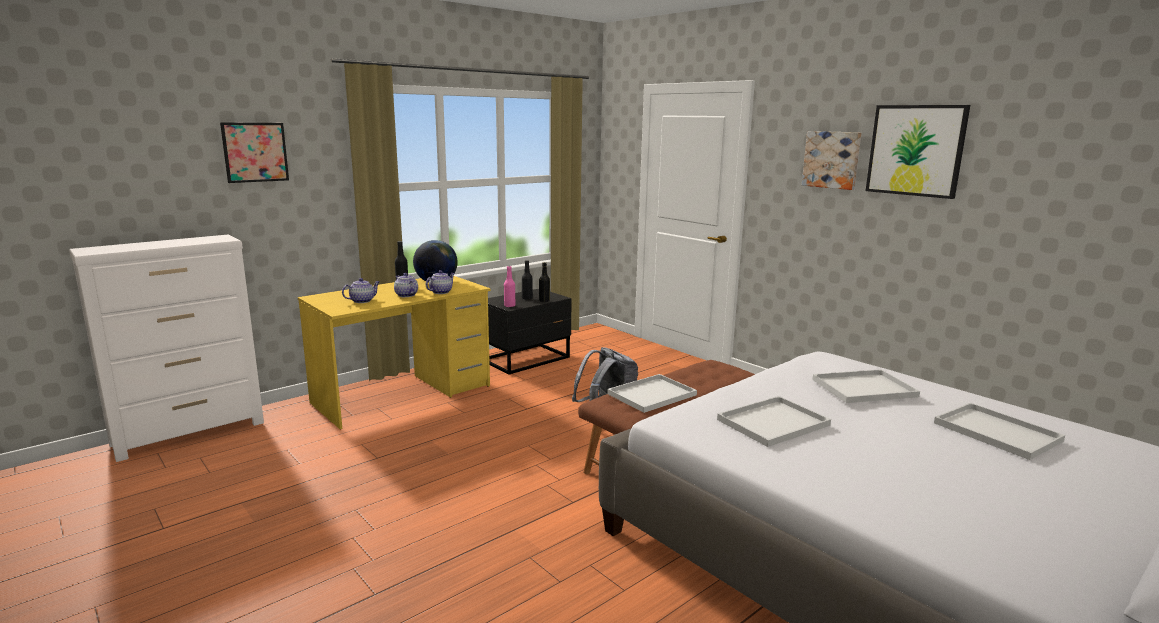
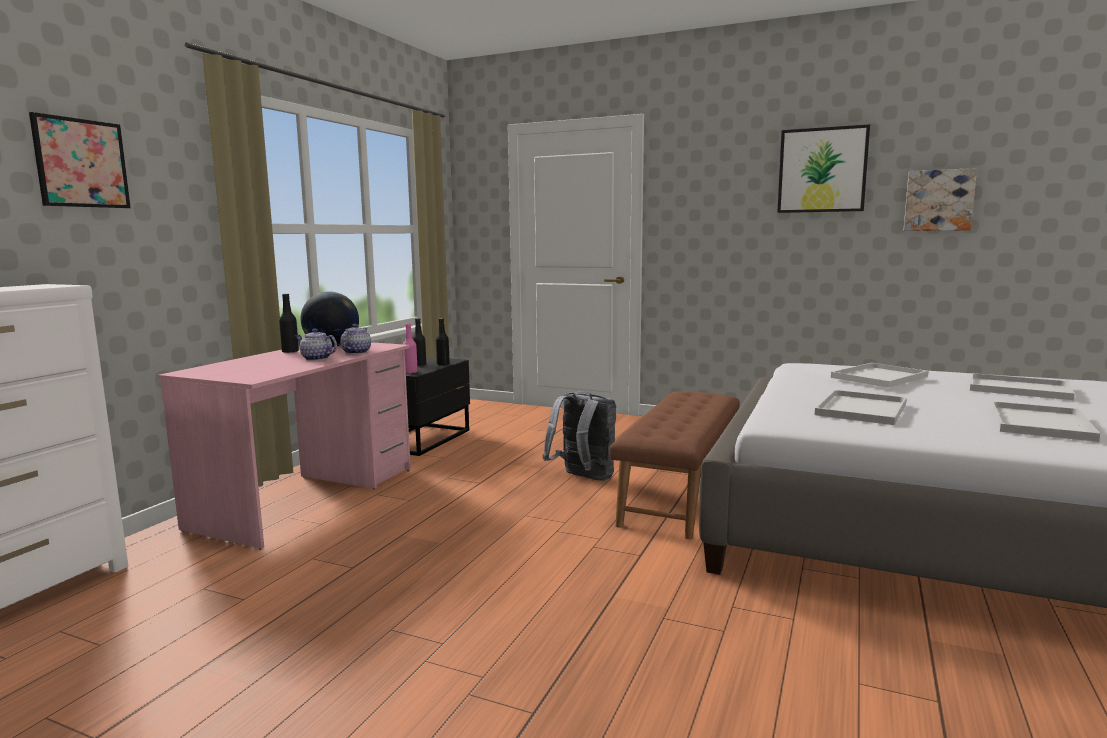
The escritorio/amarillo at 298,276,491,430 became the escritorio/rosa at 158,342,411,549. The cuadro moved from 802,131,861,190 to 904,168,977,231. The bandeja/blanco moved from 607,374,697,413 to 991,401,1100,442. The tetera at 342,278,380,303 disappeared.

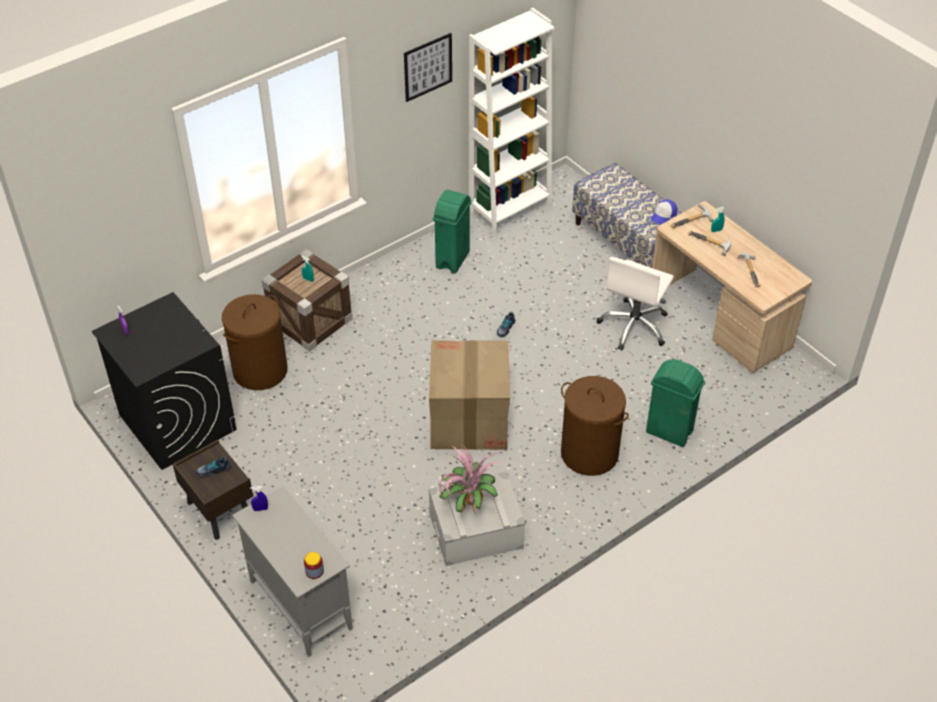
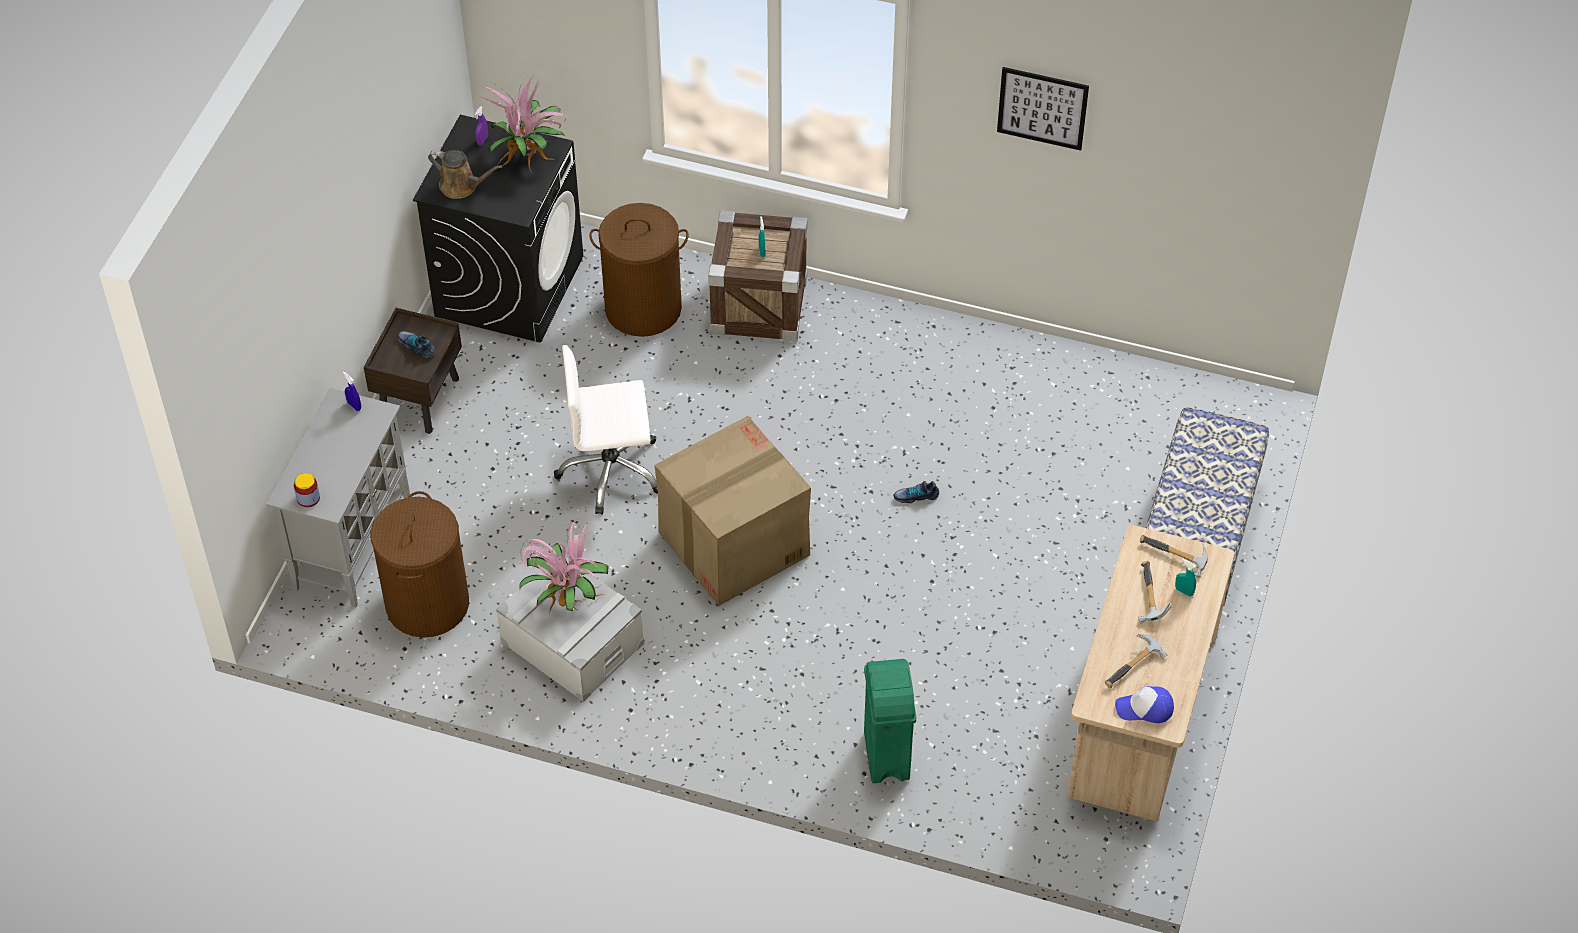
The cesto de la ropa/marrón moved from 561,376,629,476 to 371,491,469,638. The regadera/marrón at 428,150,503,199 appeared. The planta en maceta at 482,76,566,174 appeared. The silla de oficina/blanco moved from 597,257,674,350 to 554,345,658,515. The gorra moved from 651,199,678,225 to 1115,686,1174,723. The papelera/verde at 433,190,472,273 disappeared. The estantería/blanco at 469,8,554,237 disappeared.

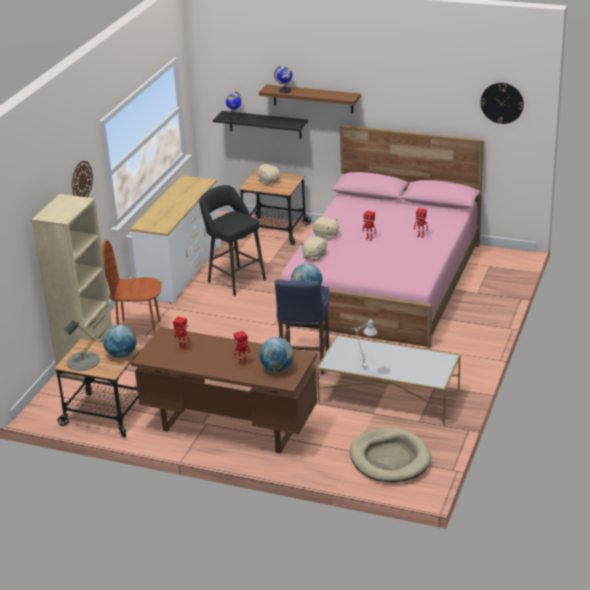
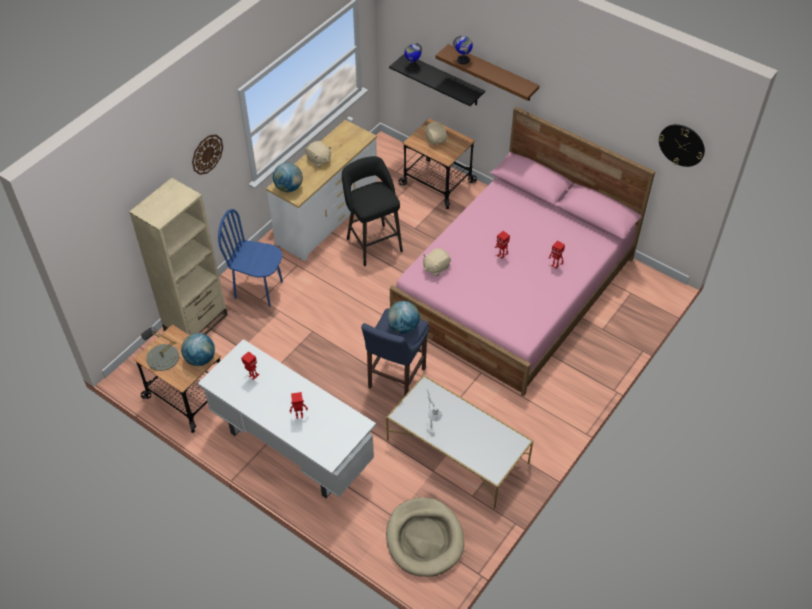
The escritorio/marrón at 131,327,317,454 became the escritorio/blanco at 198,339,376,498. The silla/marrón at 102,240,162,334 became the silla/azul at 218,209,283,307. The globo terráqueo moved from 259,337,294,372 to 273,162,303,192. The peluche/beis moved from 313,217,340,240 to 305,141,331,167.

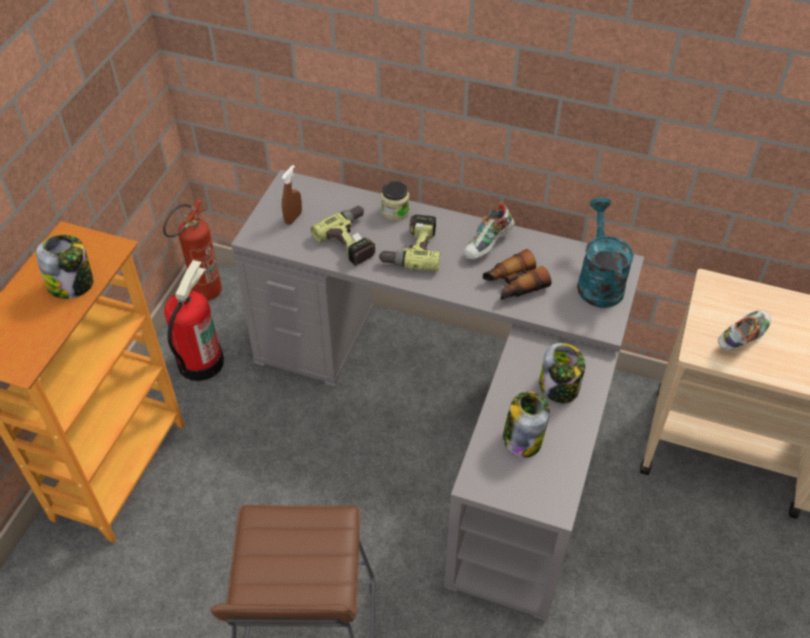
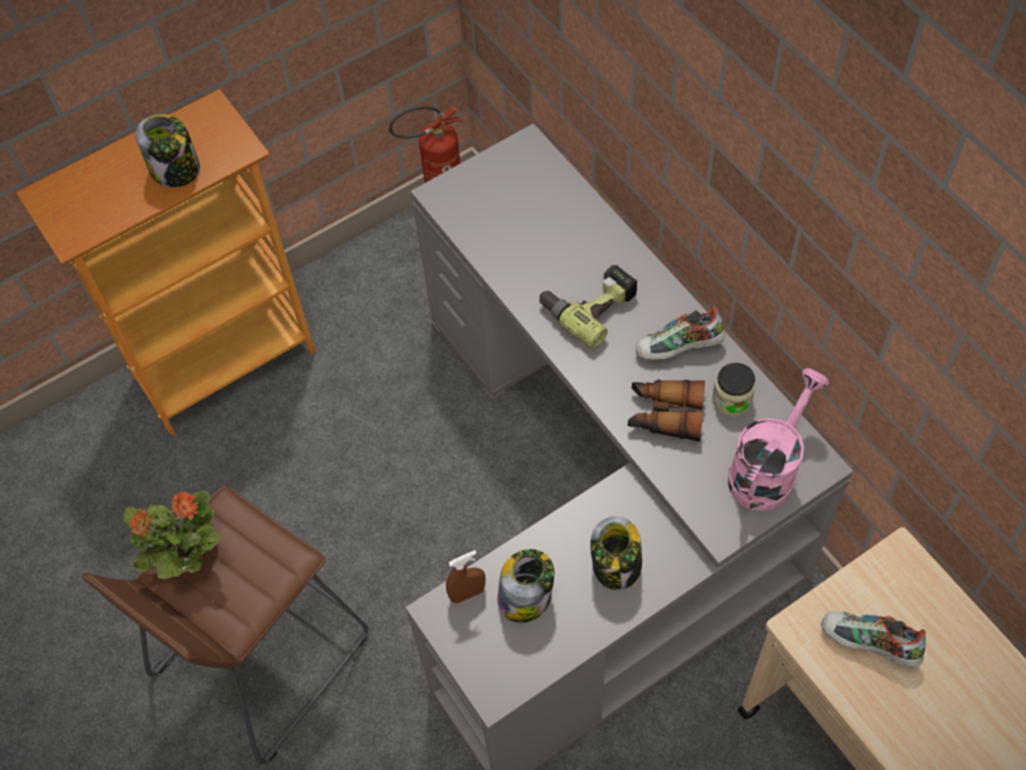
The planta en maceta at 124,491,221,579 appeared. The pulverizador/marrón moved from 282,165,302,225 to 446,550,486,603. The tarro moved from 381,181,409,221 to 712,363,756,416. The regadera/turquesa at 577,197,634,308 became the regadera/rosa at 728,368,829,511. The zapato at 718,310,771,351 turned 150 degrees counterclockwise. The extintor at 164,260,224,381 disappeared. The taladro at 311,206,375,266 disappeared.

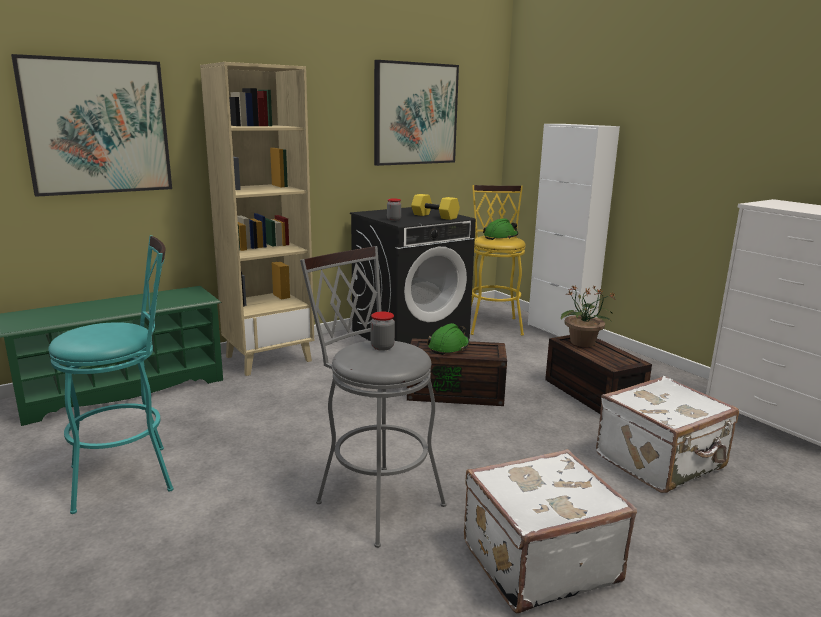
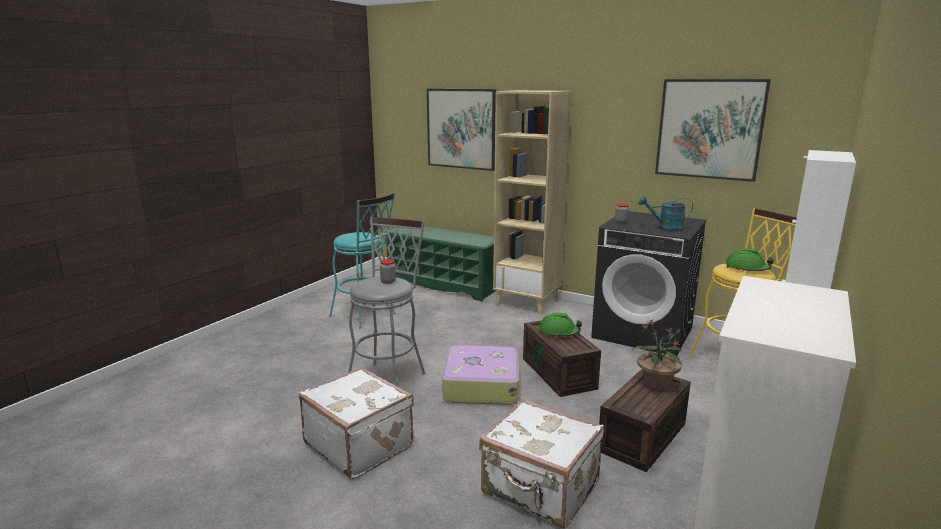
The maleta at 442,345,519,405 appeared. The mancuerna/amarillo at 411,194,460,220 was replaced by the regadera/turquesa at 638,196,693,232.

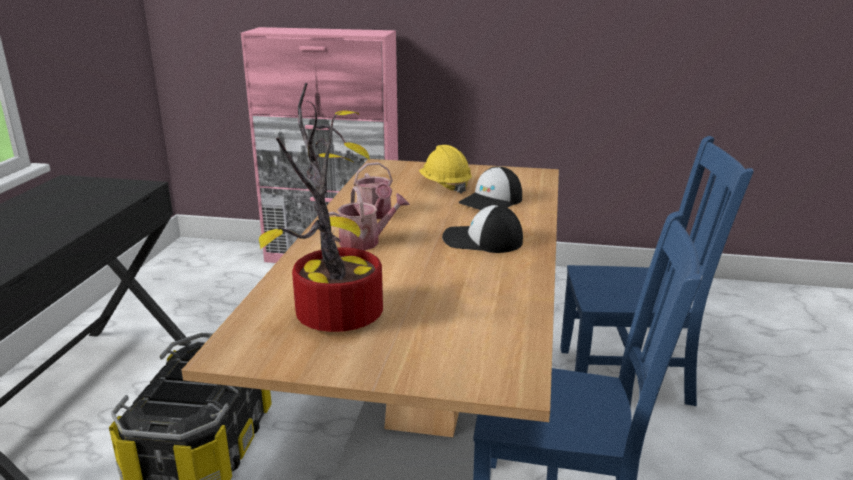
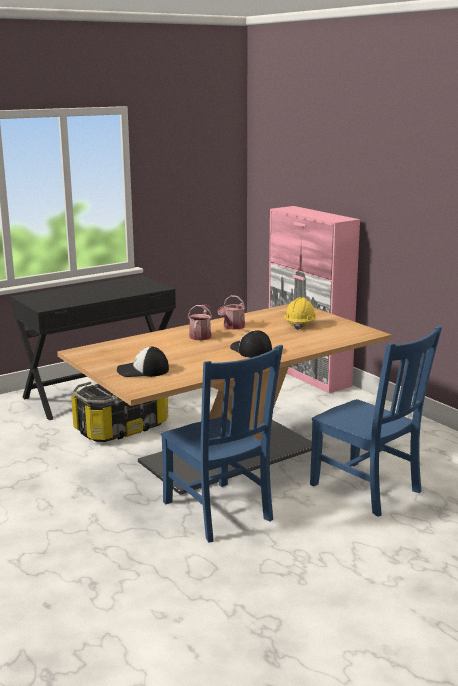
The gorra moved from 458,166,522,210 to 117,347,169,377. The regadera at 328,186,410,251 turned 105 degrees counterclockwise. The planta en maceta at 259,83,383,332 disappeared.

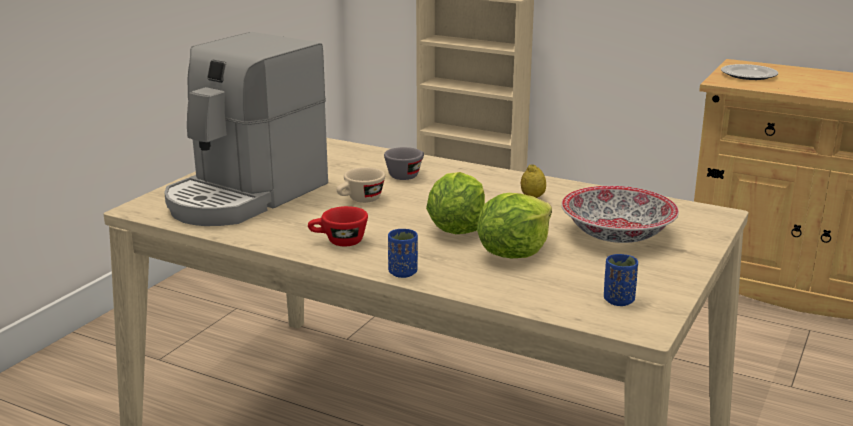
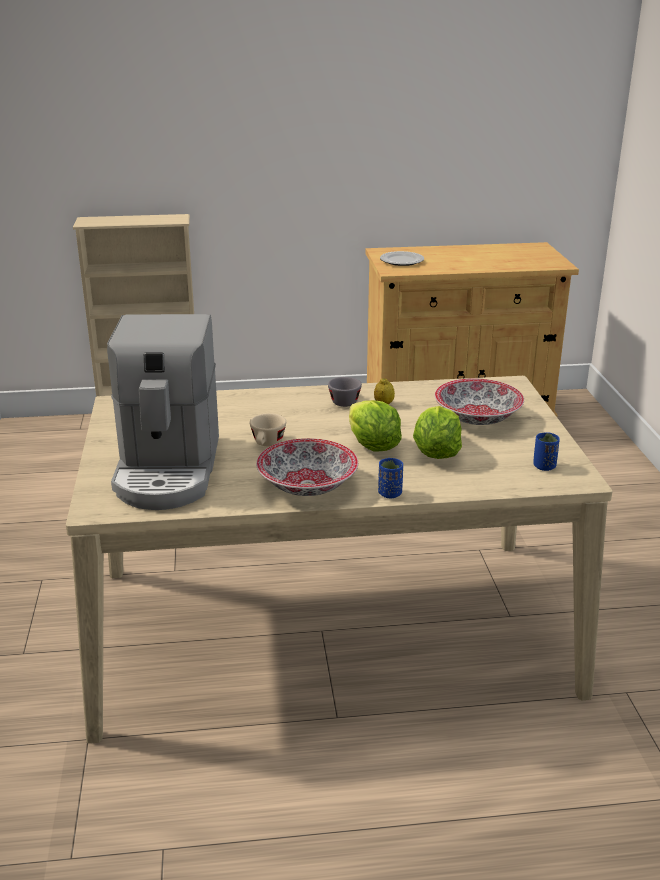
The taza/rojo at 308,206,368,246 was replaced by the cuenco at 256,438,358,496. The taza/gris moved from 384,147,424,180 to 328,377,362,407.

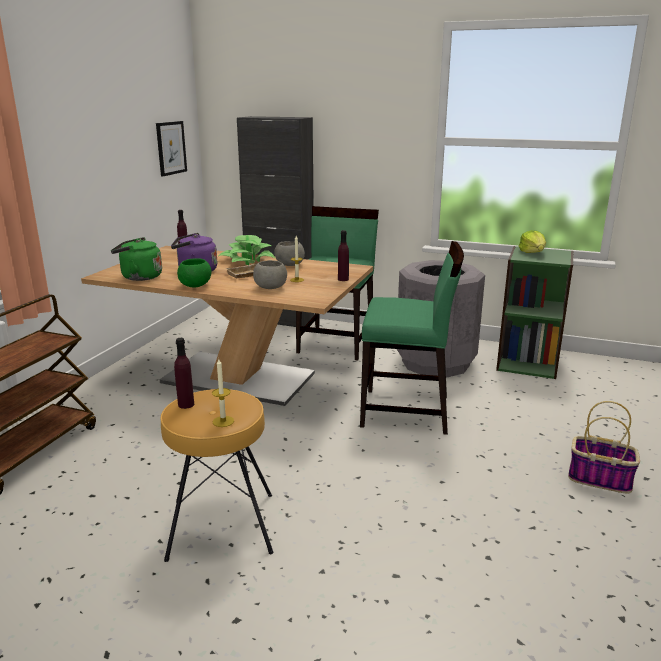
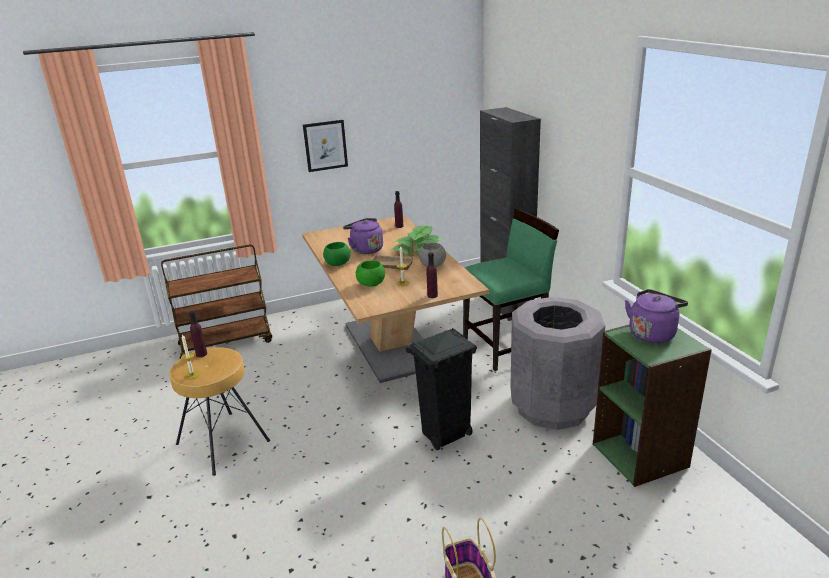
The cuadro moved from 156,121,187,176 to 303,120,348,172. The cuenco/gris at 253,260,287,289 became the cuenco/verde at 356,260,385,287. The silla/verde at 360,241,464,435 was replaced by the papelera/negro at 406,328,477,450. The lechuga at 519,230,546,253 was replaced by the hervidor/morado at 625,289,688,343. The hervidor/verde at 111,237,162,281 disappeared.

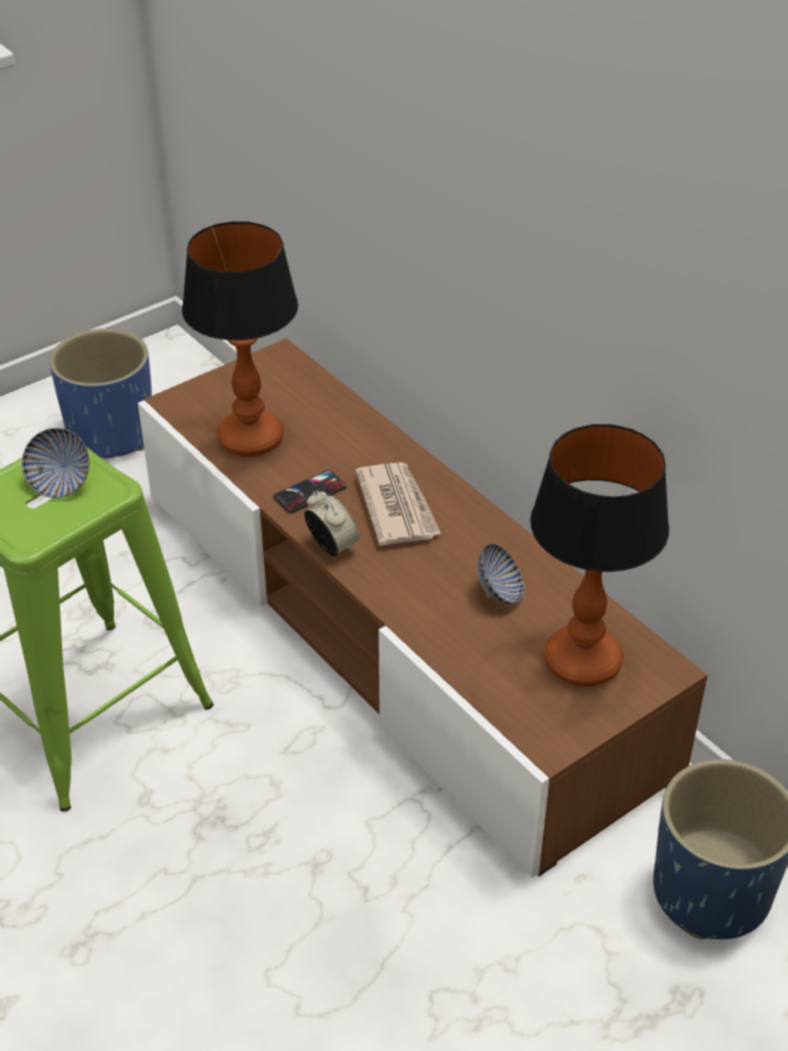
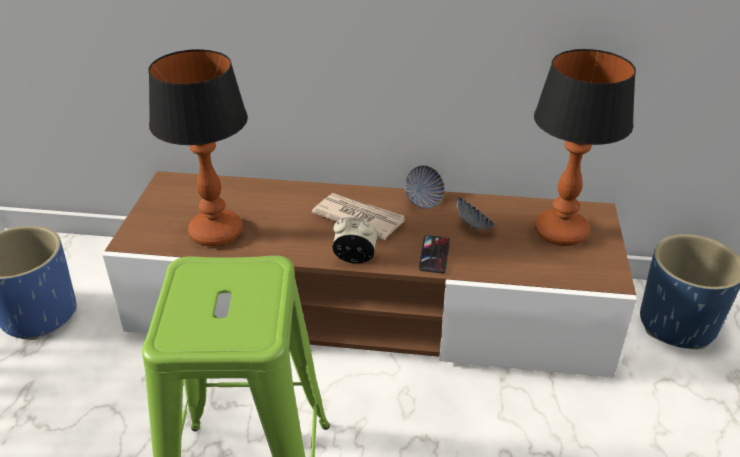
The cuenco moved from 22,428,89,498 to 405,165,444,209. The móvil moved from 273,470,346,513 to 419,235,450,273.

